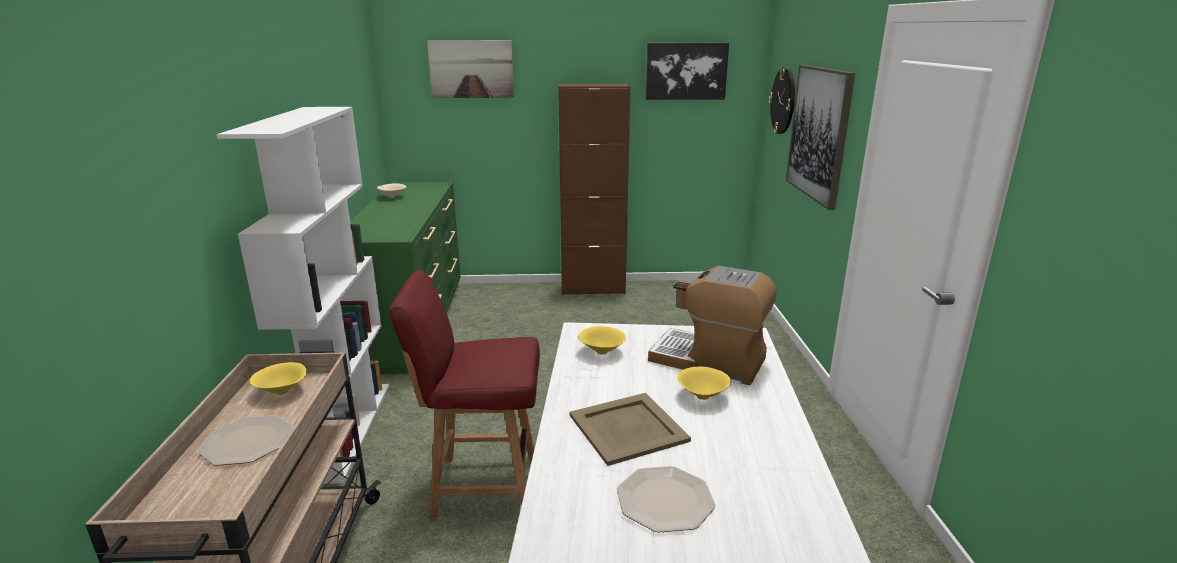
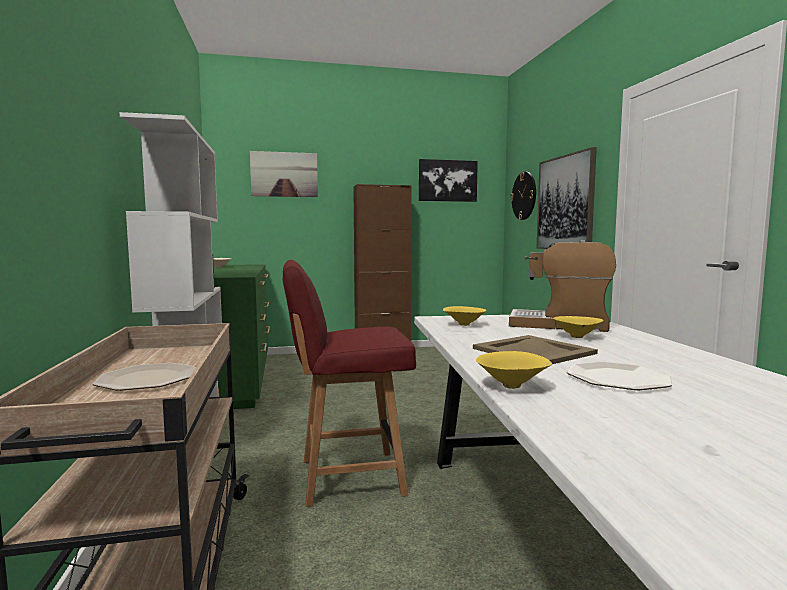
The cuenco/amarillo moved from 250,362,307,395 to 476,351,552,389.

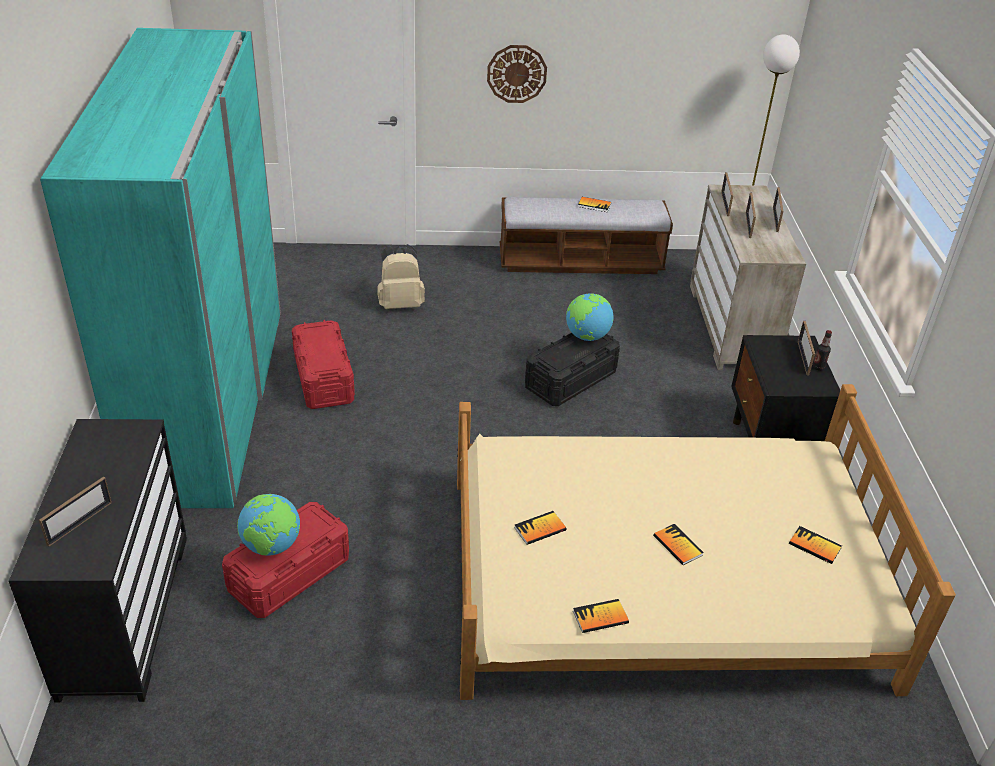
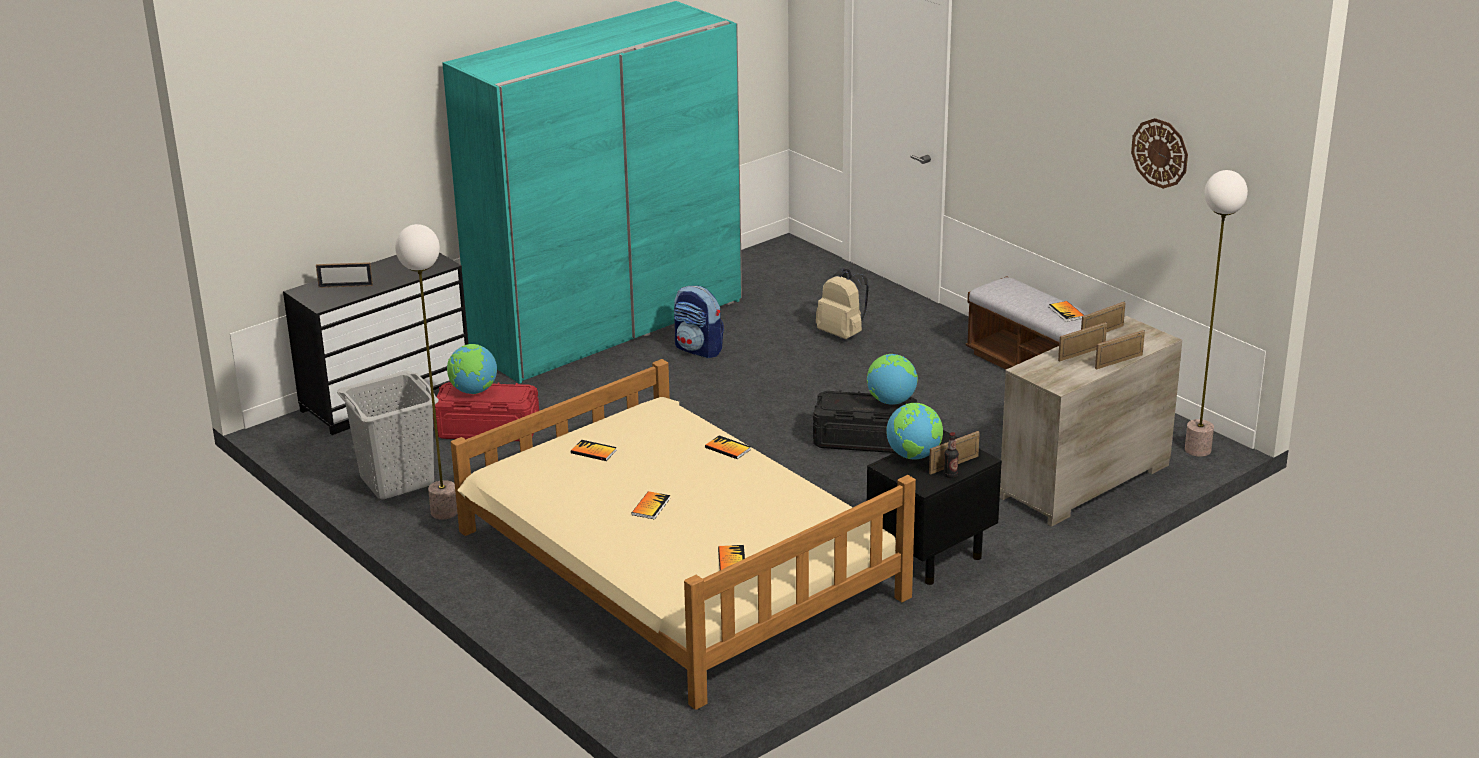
The cesto de la ropa/gris at 337,370,438,500 appeared. The lámpara de pie at 395,224,457,520 appeared. The caja de almacenaje/rojo at 292,320,355,409 was replaced by the mochila at 674,286,724,358. The libro moved from 573,599,629,633 to 705,435,751,459. The globo terráqueo at 886,403,943,460 appeared. The reloj de pared moved from 487,45,547,103 to 1131,118,1188,189.

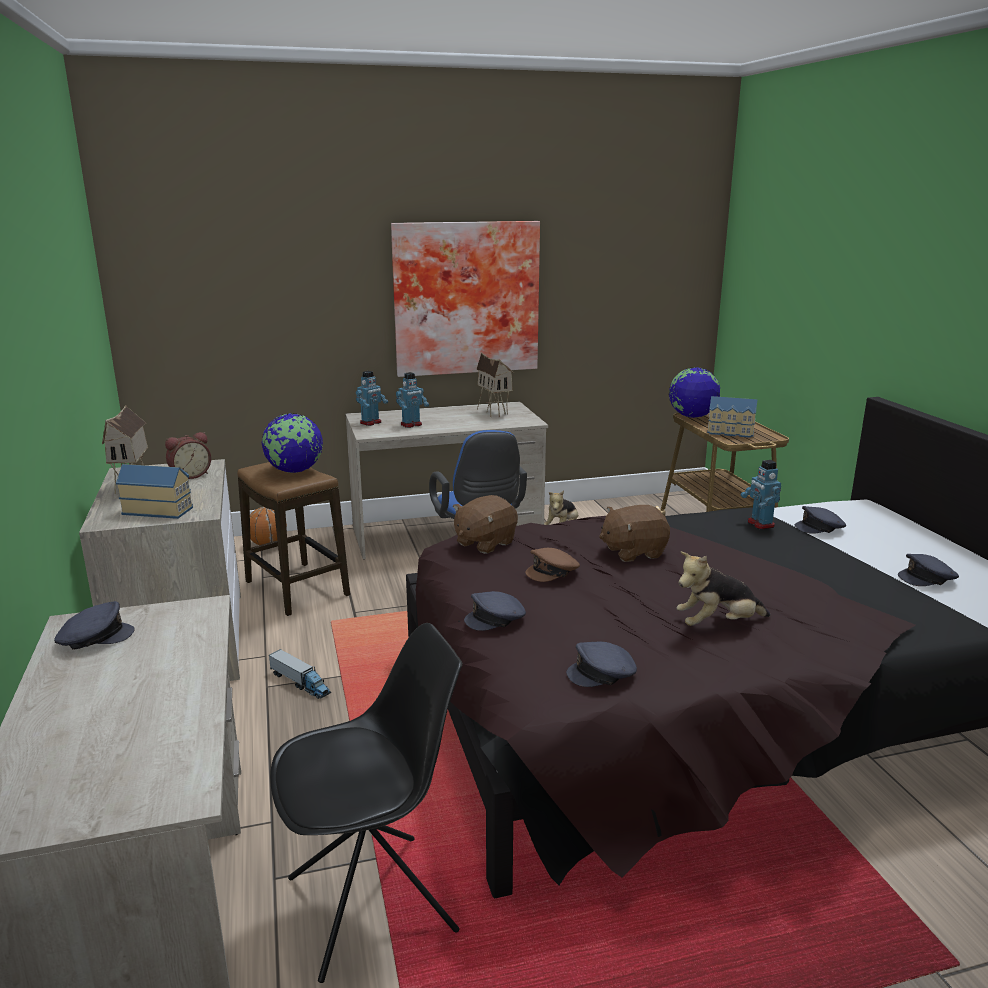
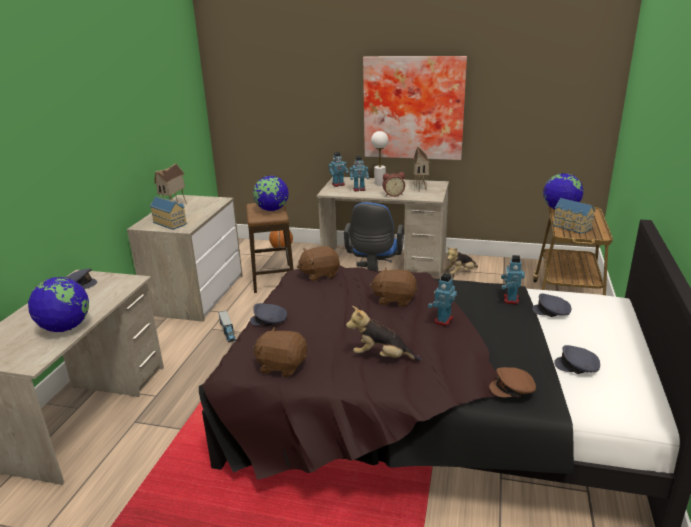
The globo terráqueo at 28,277,89,332 appeared. The gorra/gris at 566,642,637,687 was replaced by the peluche/marrón at 253,327,308,377. The lámpara de mesa/blanco at 371,131,388,185 appeared. The despertador moved from 165,432,211,479 to 383,172,405,197. The robot de juguete at 428,273,457,326 appeared. The gorra/marrón moved from 525,548,580,582 to 489,367,536,398. The silla/negro at 270,623,463,983 disappeared.

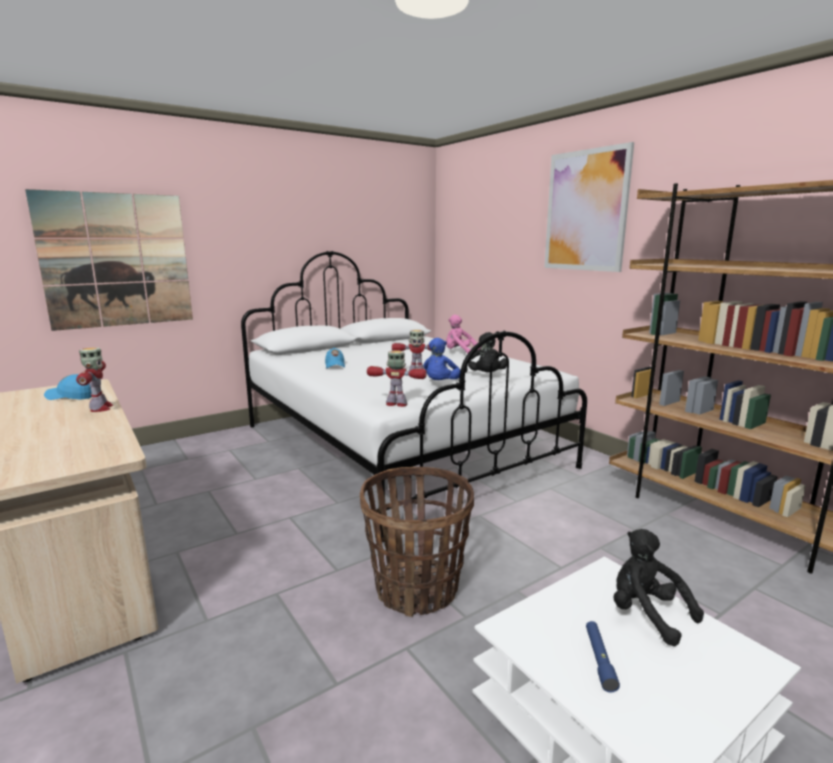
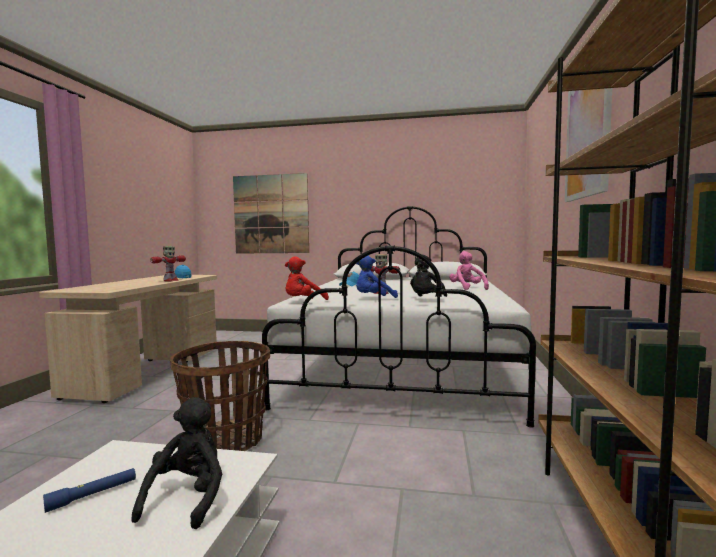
The robot de juguete at 367,350,427,407 was replaced by the peluche/rojo at 285,256,329,300.

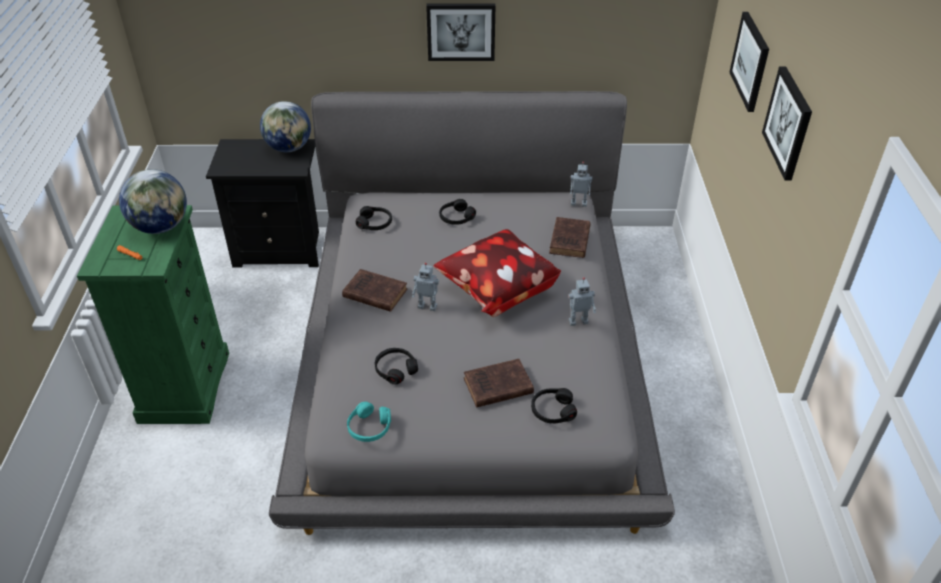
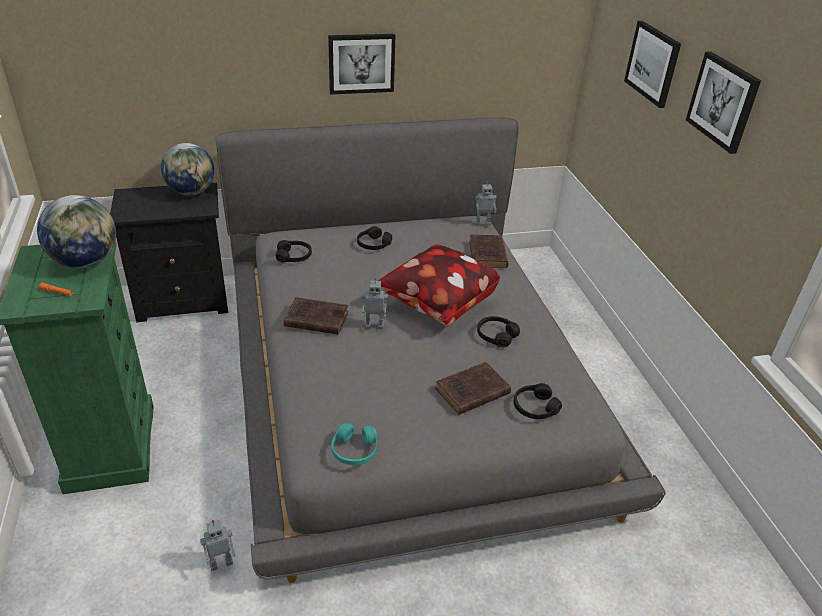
The robot de juguete moved from 569,277,596,326 to 200,520,235,571. The auriculares/negro moved from 375,348,418,384 to 477,316,520,347.

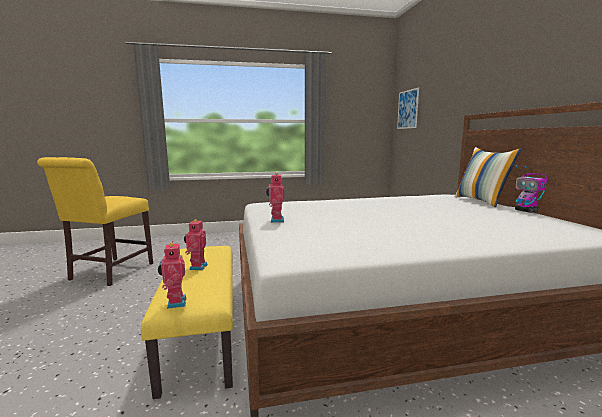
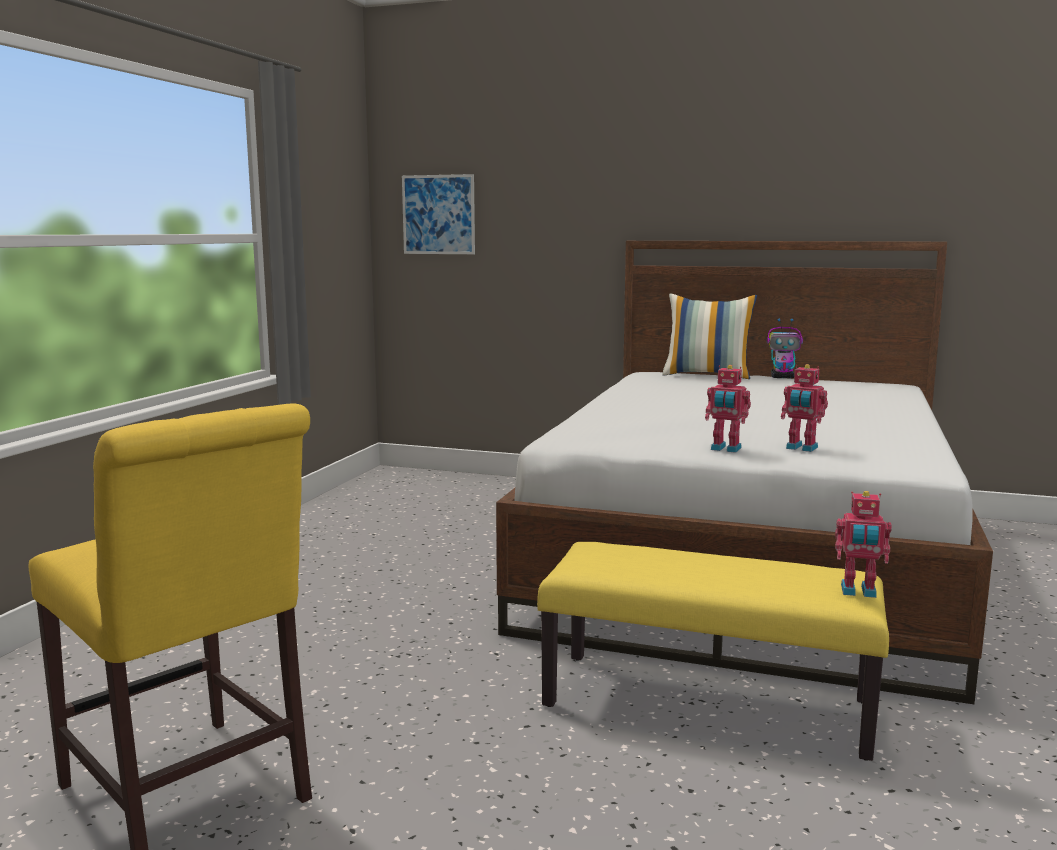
The robot de juguete moved from 184,219,208,270 to 781,364,828,452.

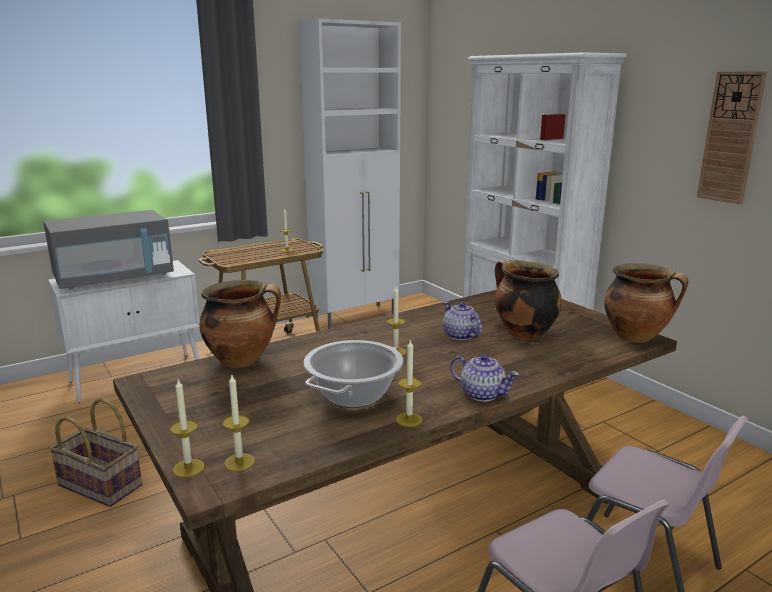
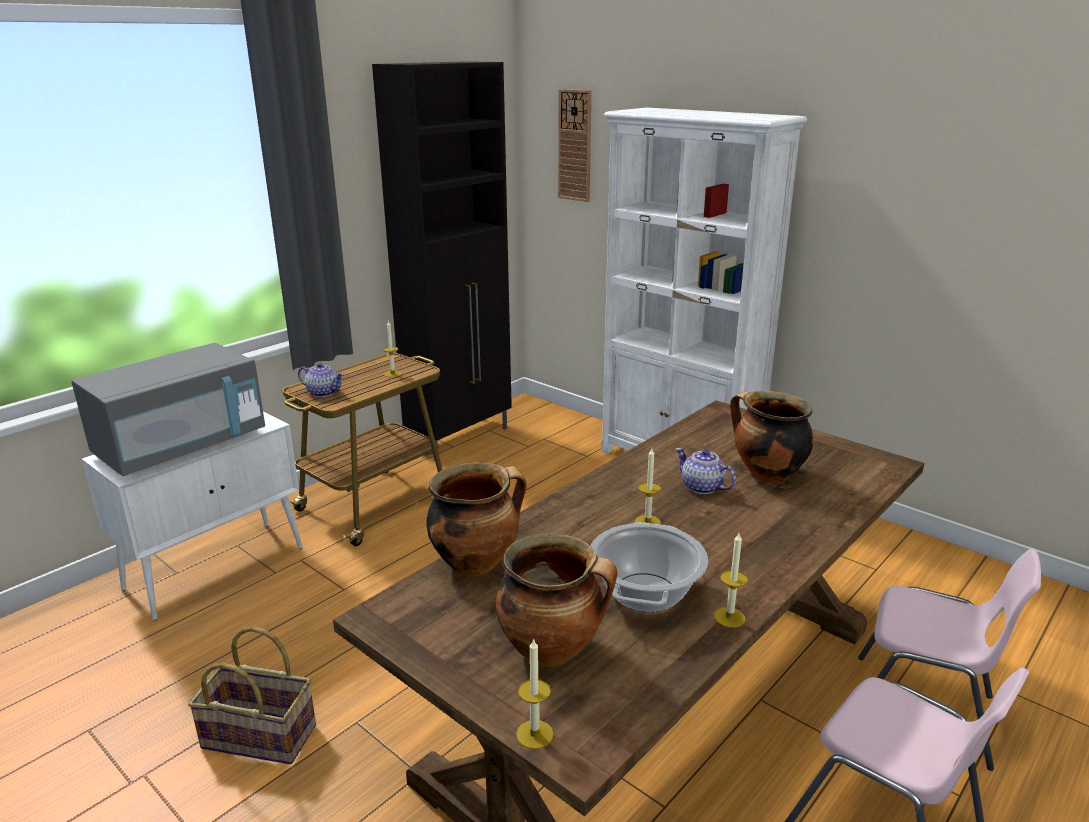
The tetera moved from 450,354,519,402 to 298,363,344,397. The armario/blanco at 298,18,401,329 became the armario/negro at 372,61,512,461. The olla moved from 604,263,688,342 to 496,533,617,667. The reloj de pared moved from 697,71,767,204 to 558,89,592,202. The vela at 223,375,255,471 disappeared.

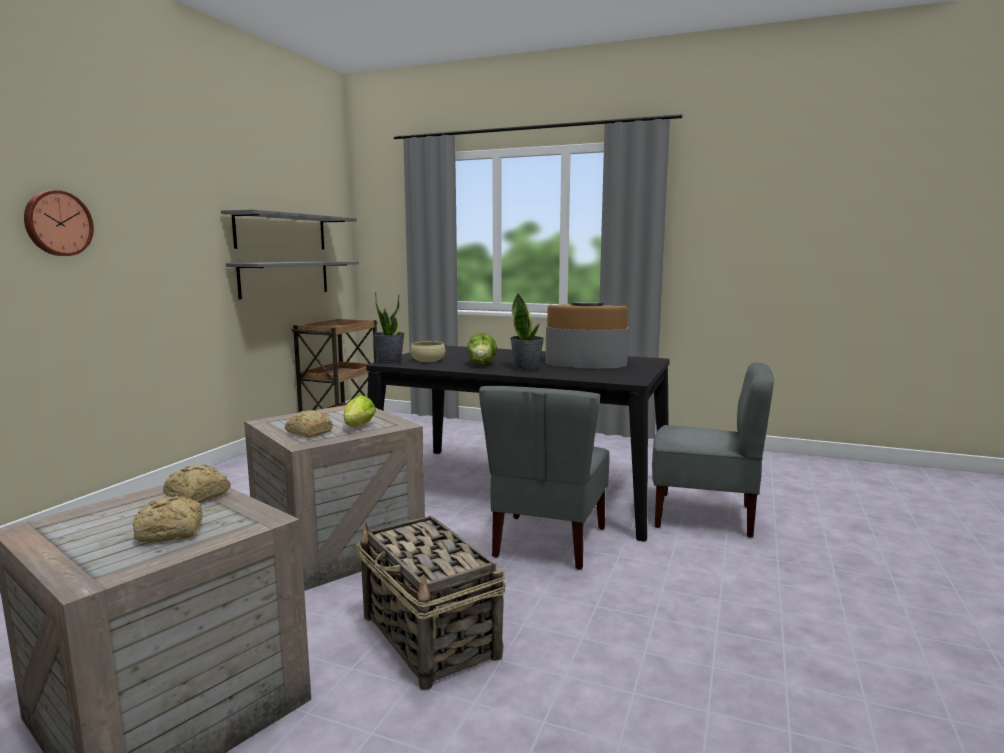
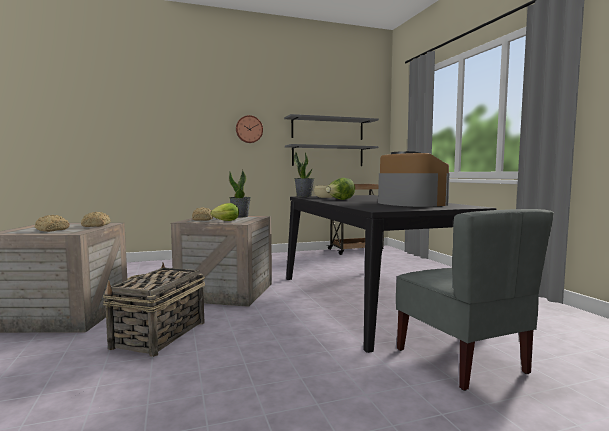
The planta en maceta moved from 510,293,544,370 to 229,170,251,218. The reloj de pared moved from 24,190,94,256 to 236,115,263,143. The silla/gris at 479,386,609,570 disappeared.

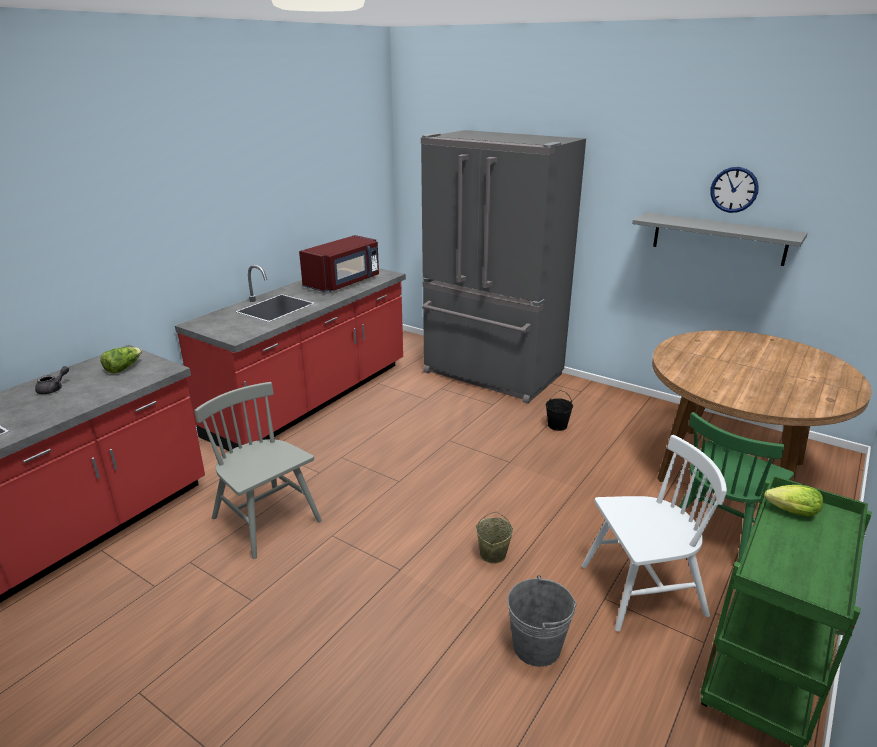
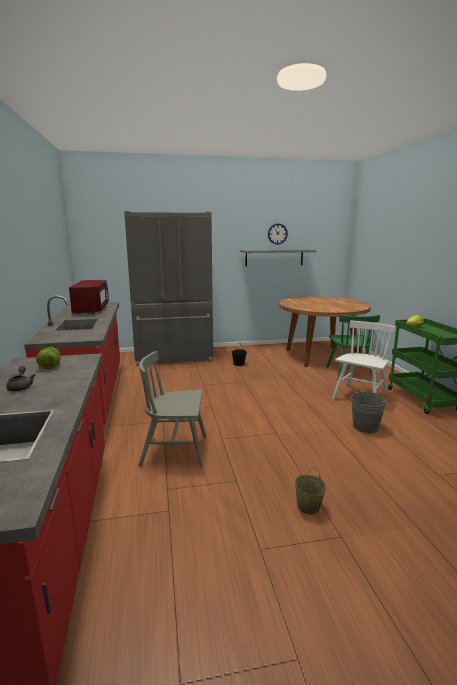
The cubo/beis moved from 476,512,513,564 to 294,467,326,515.

